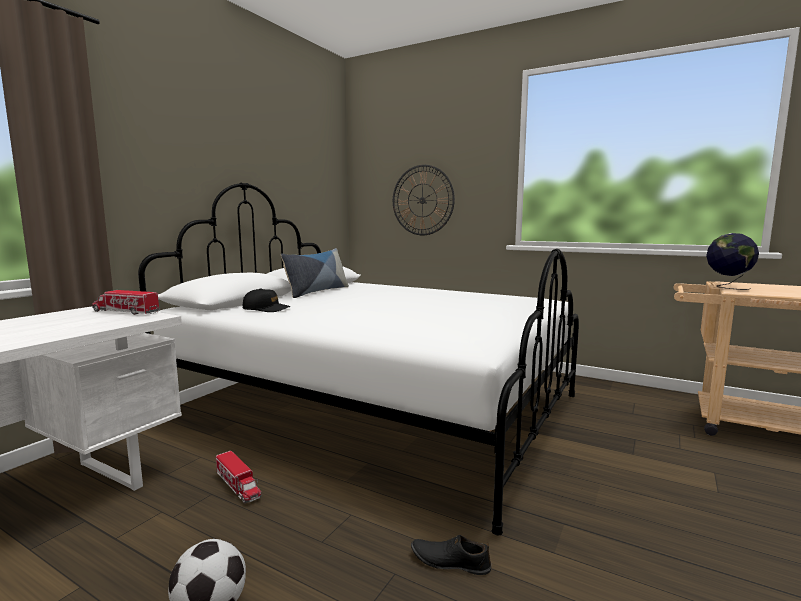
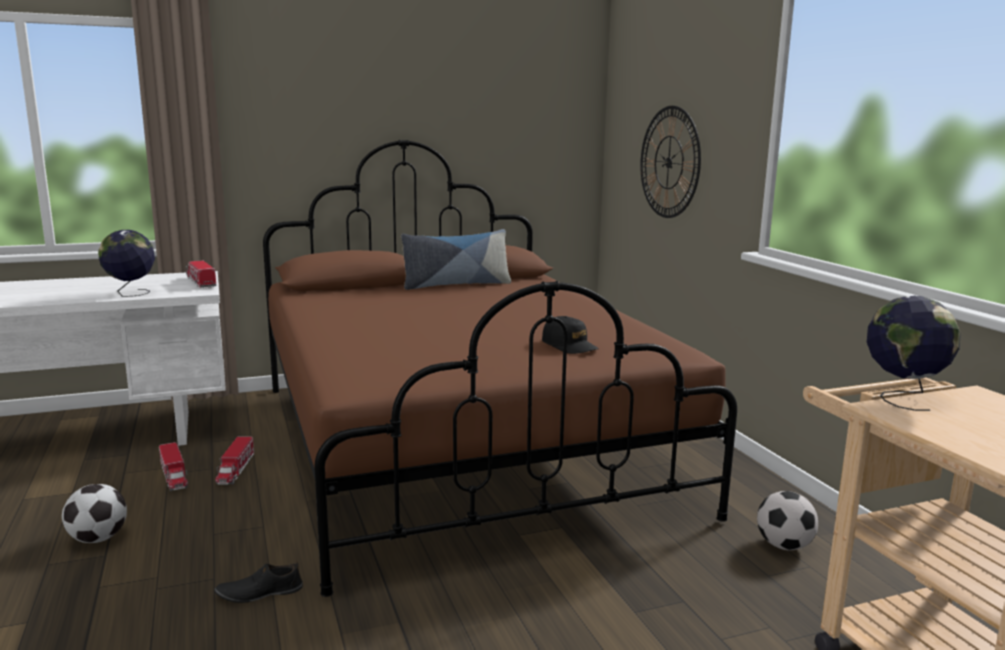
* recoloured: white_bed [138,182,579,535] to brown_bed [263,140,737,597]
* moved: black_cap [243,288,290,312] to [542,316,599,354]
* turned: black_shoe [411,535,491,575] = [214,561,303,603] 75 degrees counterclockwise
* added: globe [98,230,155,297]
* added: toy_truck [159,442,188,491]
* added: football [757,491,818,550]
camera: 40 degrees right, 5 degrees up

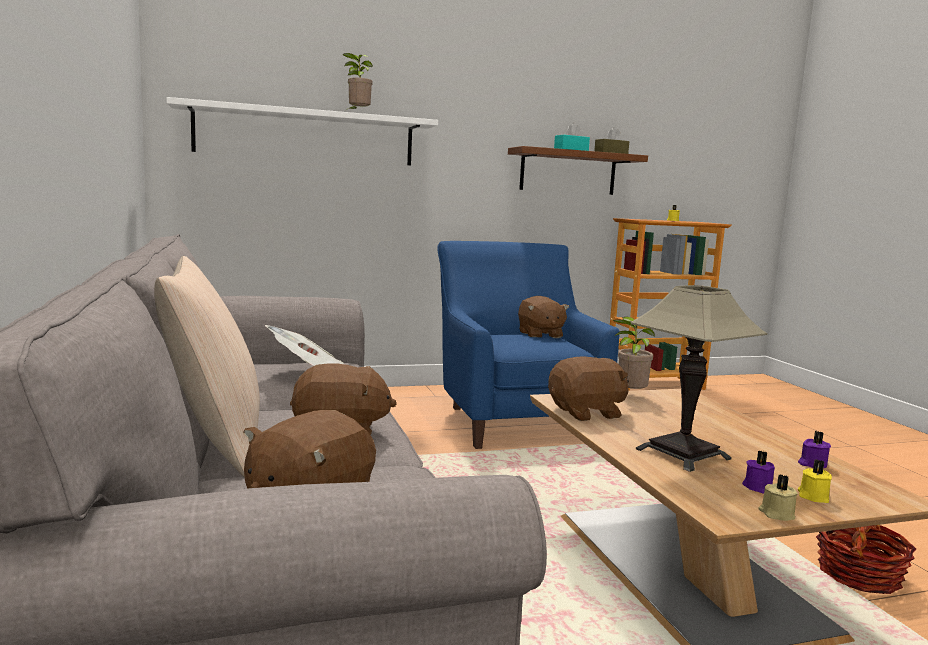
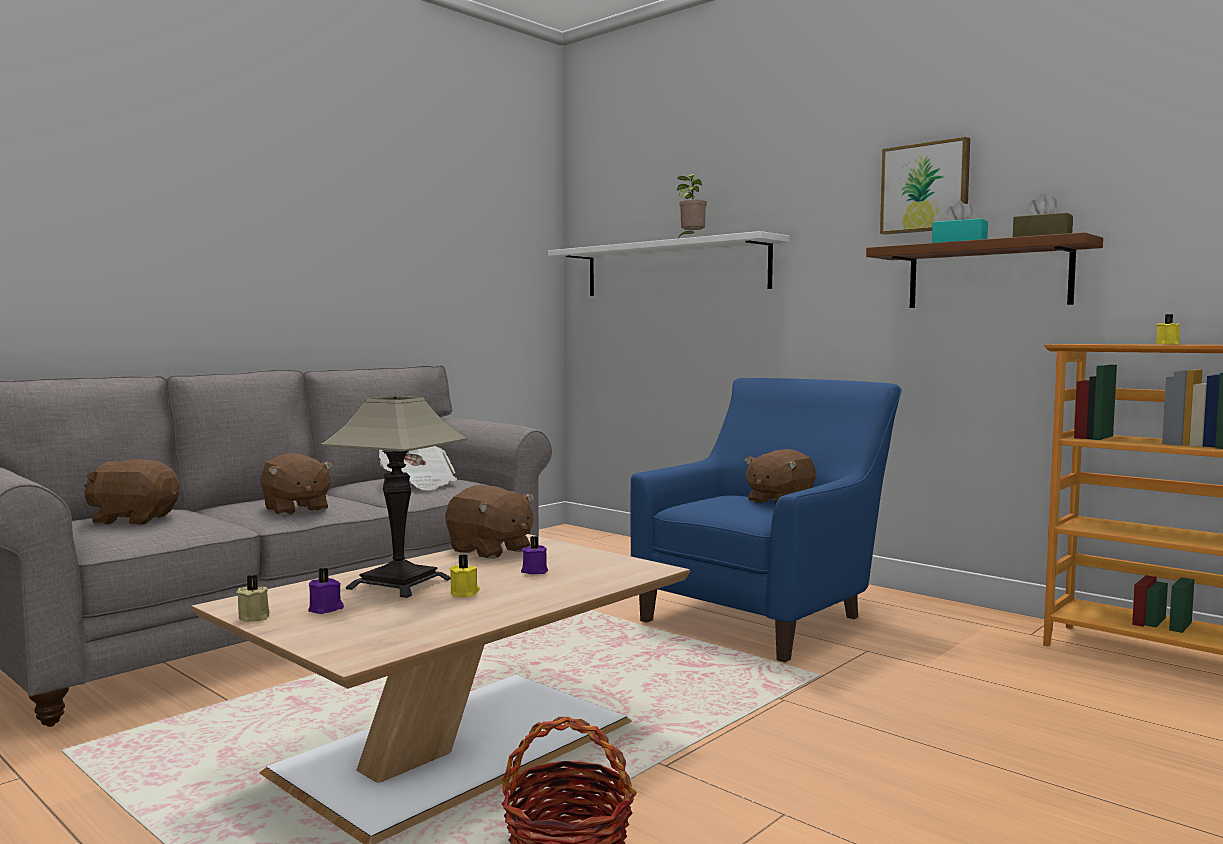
* removed: beige_pillow [154,256,260,477]
* removed: potted_plant [613,316,655,389]
* moved: purple_candle [798,431,831,468] to [521,536,548,574]
* moved: yellow_candle [798,459,832,503] to [450,555,480,597]
* added: picture [880,137,970,235]
camera: 60 degrees right, 5 degrees down

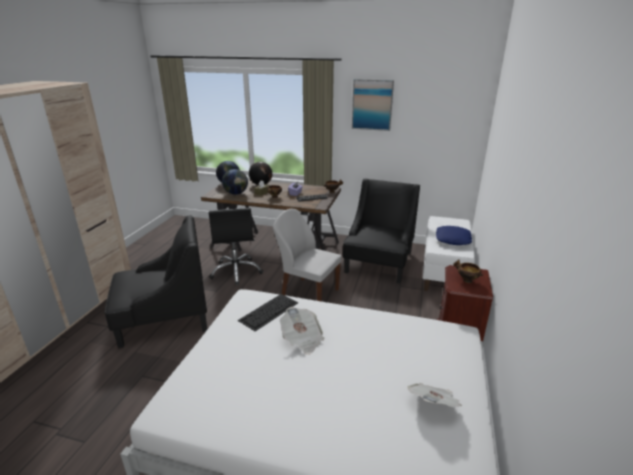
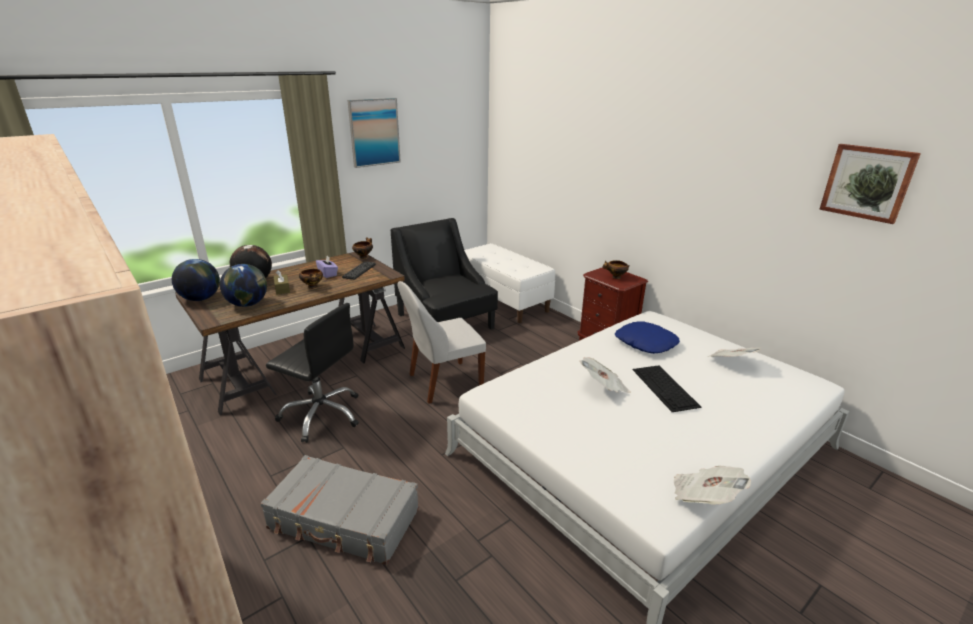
* replaced: black_armchair [105,215,207,348] to grey_suitcase [261,455,419,565]
* moved: keyboard [238,294,298,331] to [632,365,702,412]
* moved: blue_pillow [436,226,472,245] to [615,321,680,354]
* added: newspaper [674,465,751,505]
* added: picture [819,144,921,224]
camera: 55 degrees left, 0 degrees up

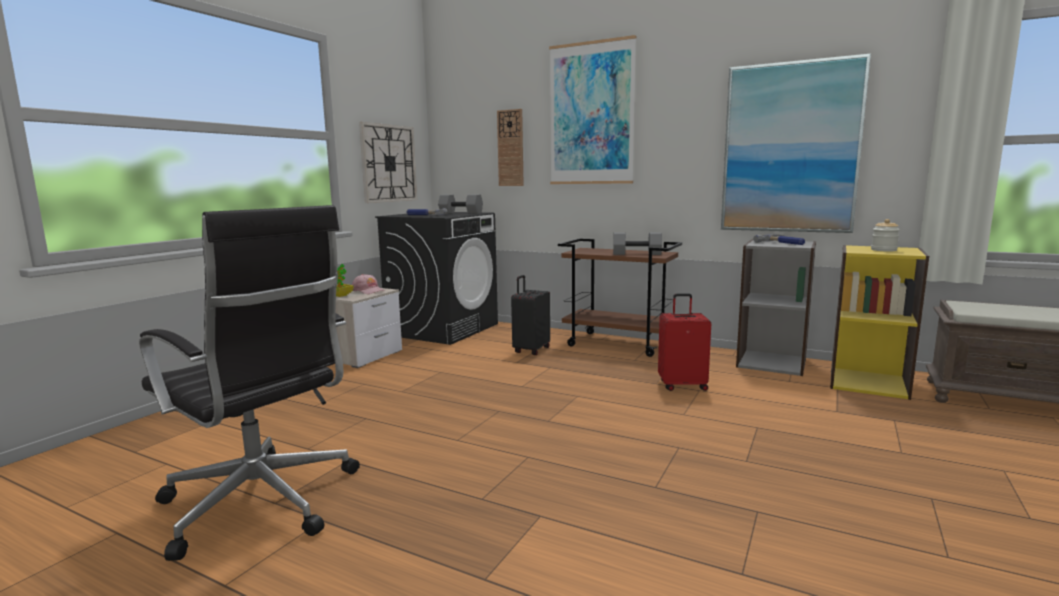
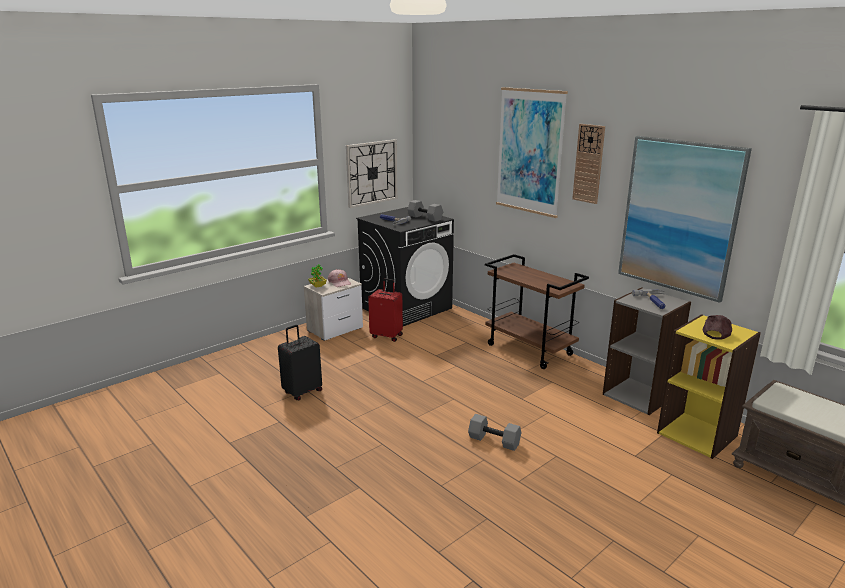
* removed: black_office_chair [139,205,360,561]
* moved: wall_clock [497,109,524,186] to [572,124,605,204]
* moved: black_suitcase [511,275,550,355] to [278,325,322,400]
* moved: grey_dumbbell [613,232,662,255] to [468,414,521,451]
* moved: red_suitcase [658,293,711,391] to [368,278,403,342]
* replaced: jar [871,219,900,251] to brown_cap [702,315,732,340]
camera: 20 degrees right, 10 degrees up

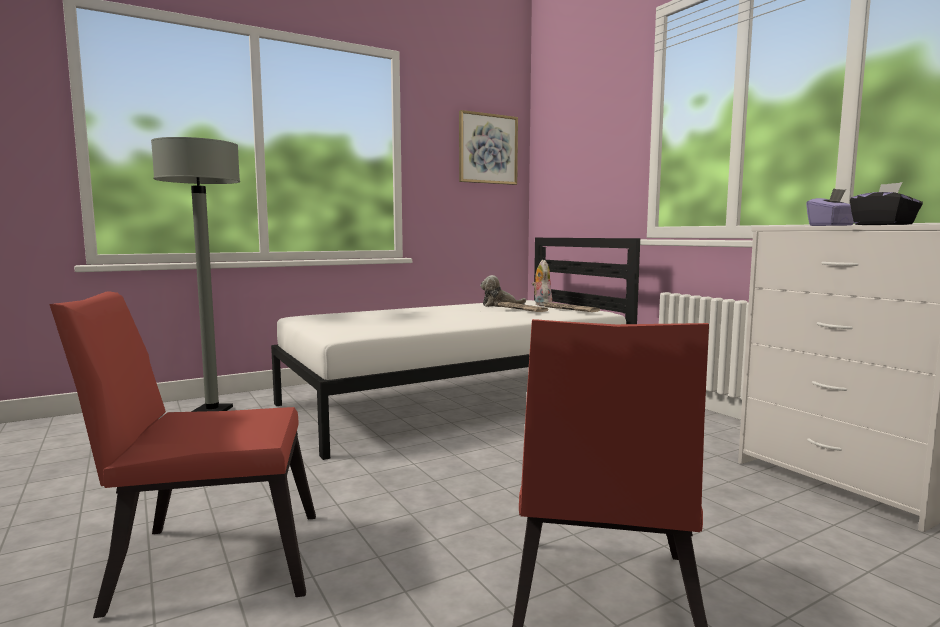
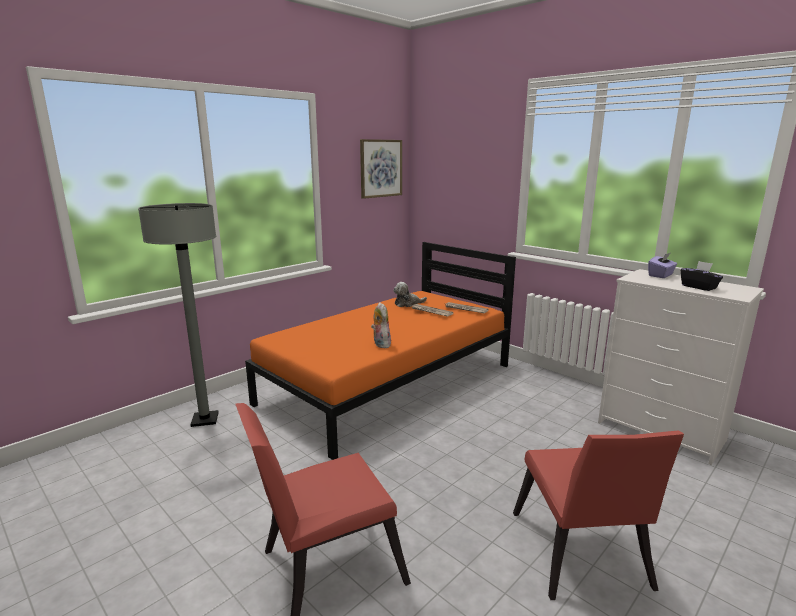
* recoloured: white_bed [271,238,640,460] to orange_bed [245,242,516,460]
* moved: plush_toy [532,260,552,306] to [371,302,391,348]
camera: 15 degrees left, 10 degrees up

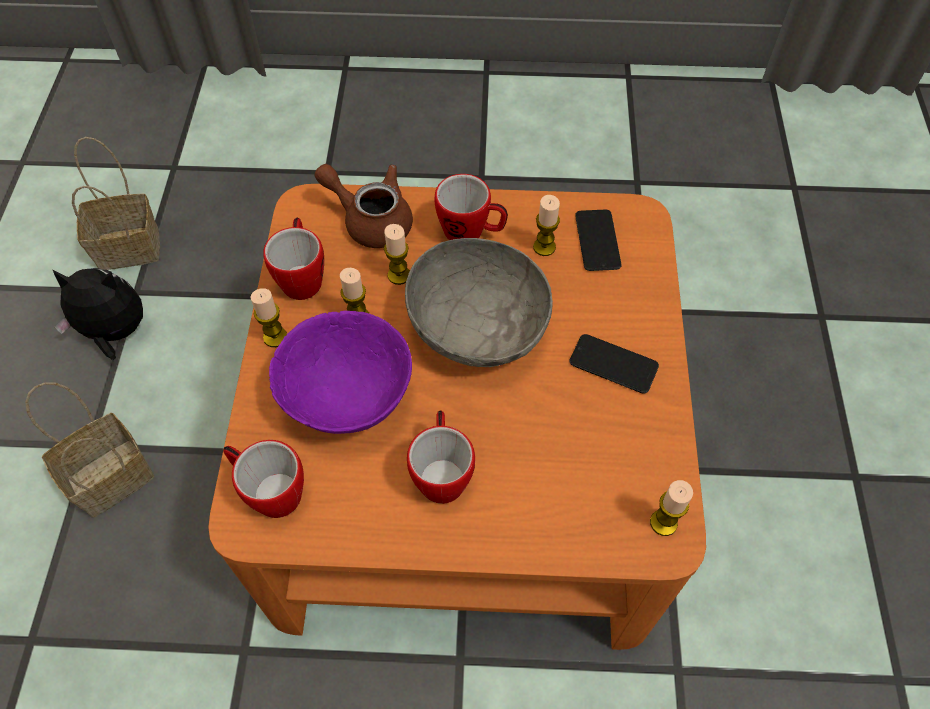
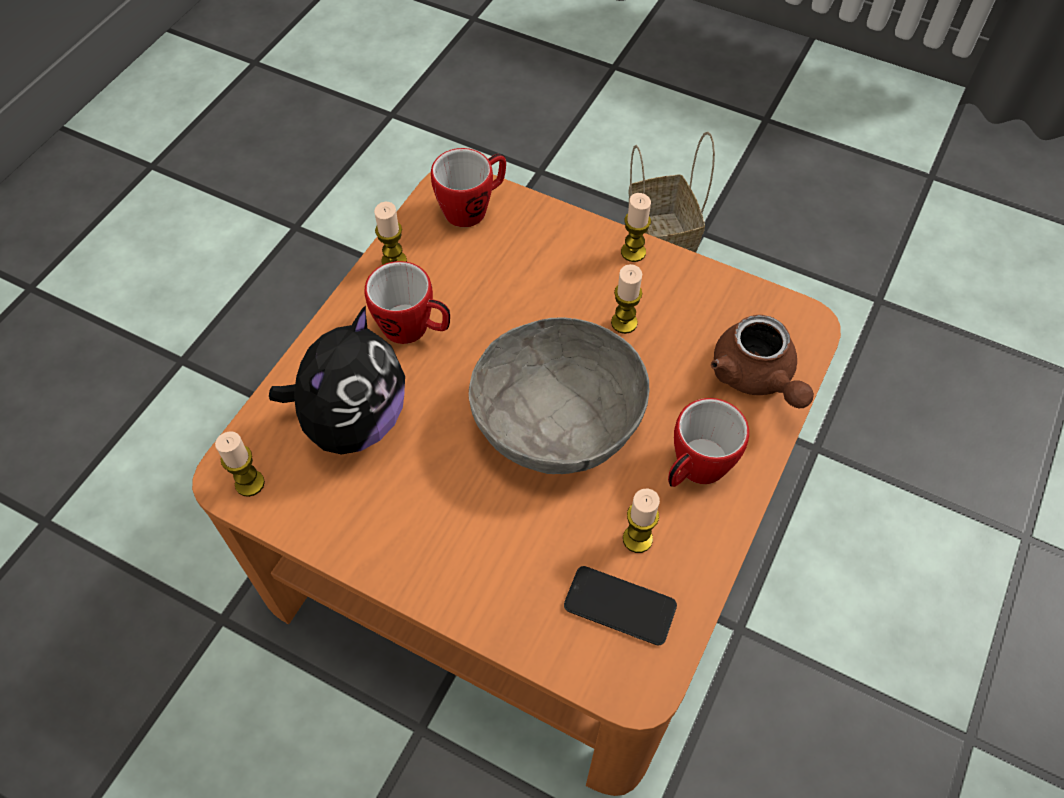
* moved: plush_toy [52,268,143,360] to [269,305,405,454]
* removed: basket [72,137,160,270]
* removed: mug [263,218,324,300]
* removed: purple_bowl [269,311,412,434]
* turned: brown_teapot [315,164,413,248] = [711,315,814,408] 105 degrees clockwise
* moved: candle [384,224,410,285] to [374,202,407,265]
* removed: phone [569,334,659,394]
camera: 115 degrees right, 0 degrees up

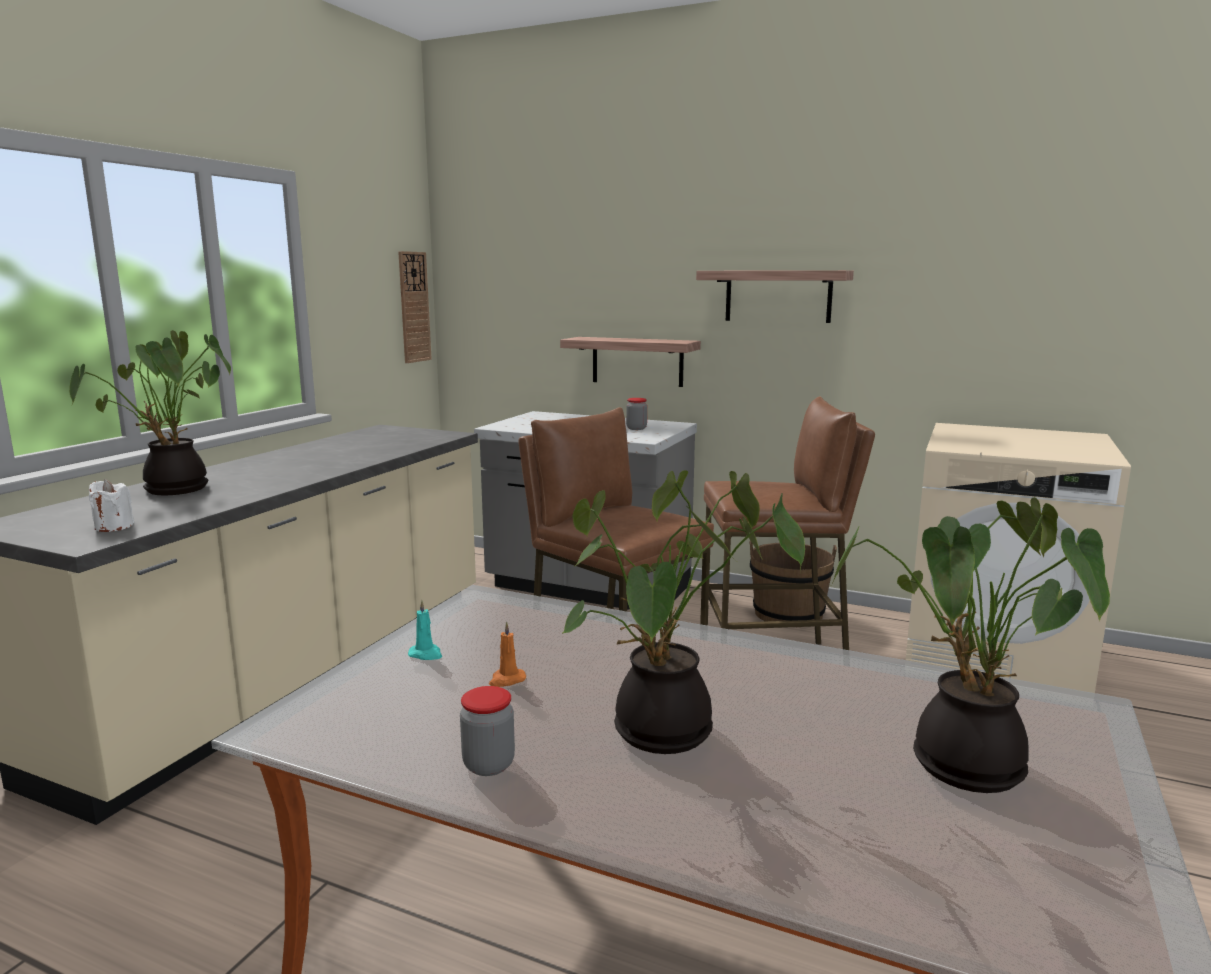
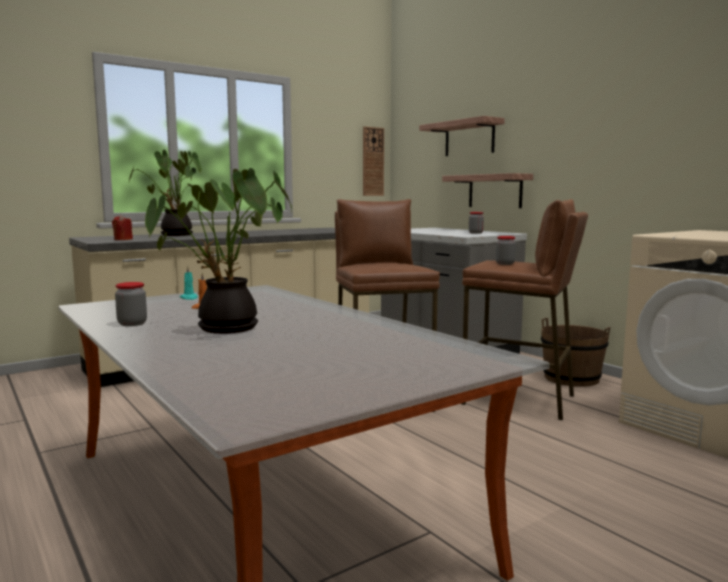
* recoloured: white_candle [89,479,134,532] to red_candle [112,215,133,240]
* moved: shelf [696,270,854,323] to [419,116,505,156]
* removed: potted_plant [831,497,1110,793]
* added: jar [496,236,516,265]
camera: 30 degrees right, 5 degrees down

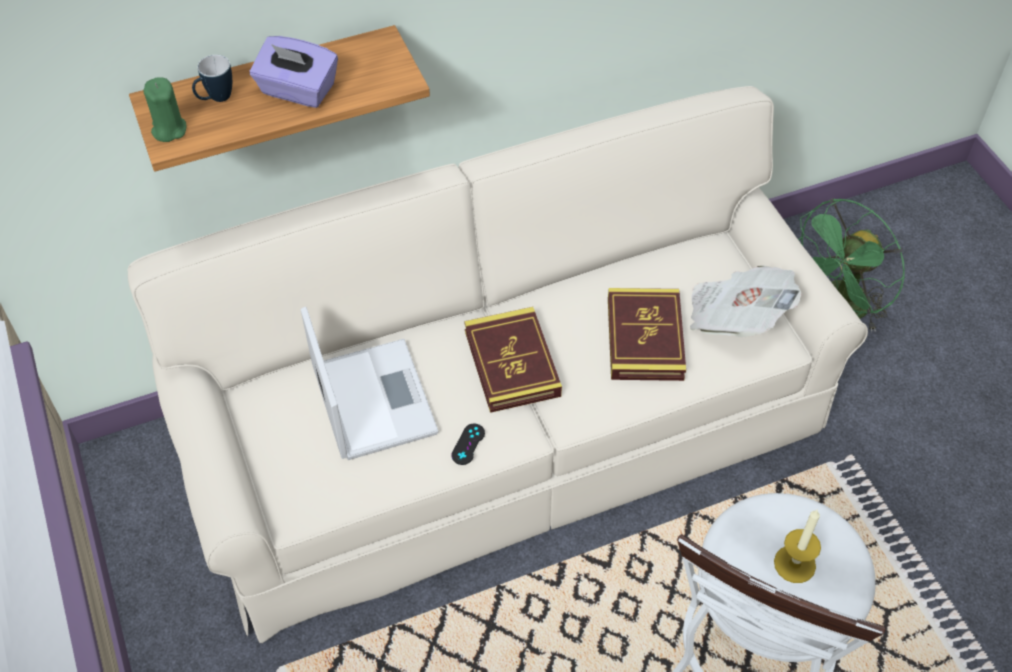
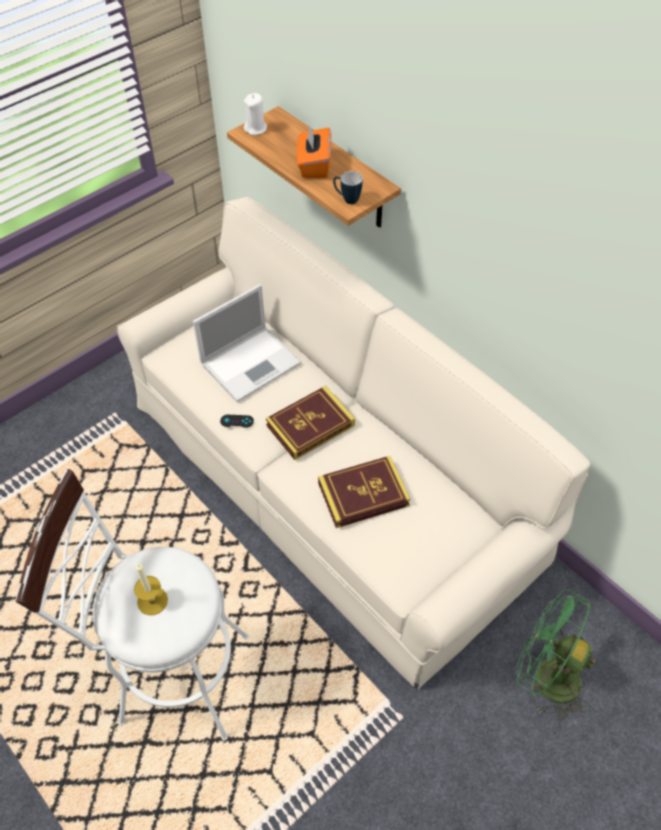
* recoloured: green_candle [143,77,186,142] to white_candle [244,93,267,135]
* moved: mug [192,55,232,102] to [333,171,363,204]
* recoloured: purple_tissue_box [250,36,338,108] to orange_tissue_box [297,124,331,178]
* removed: newspaper [690,265,801,338]
camera: 70 degrees right, 0 degrees up

